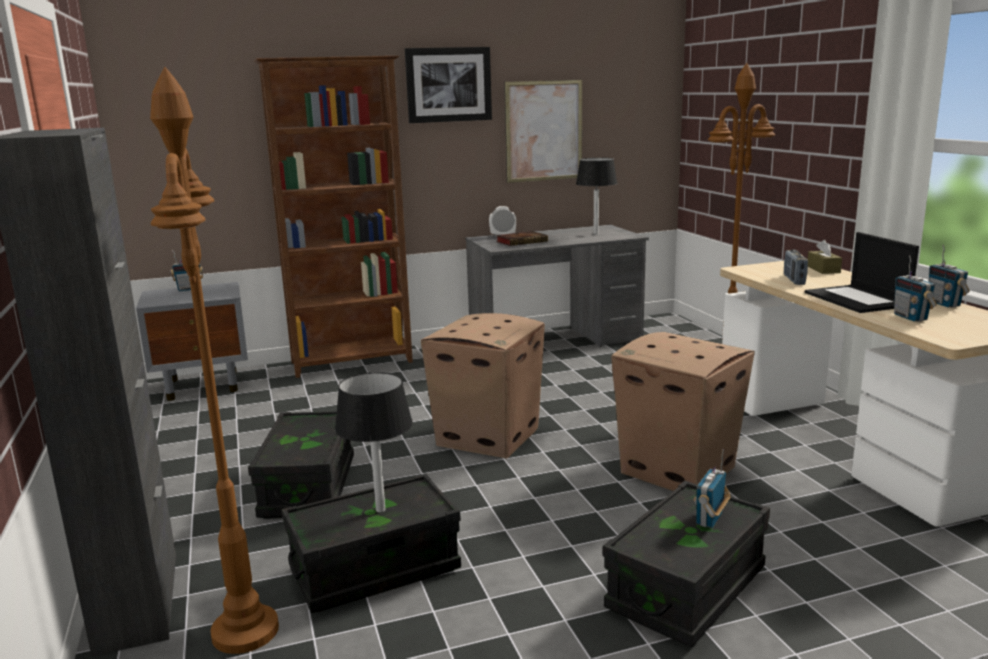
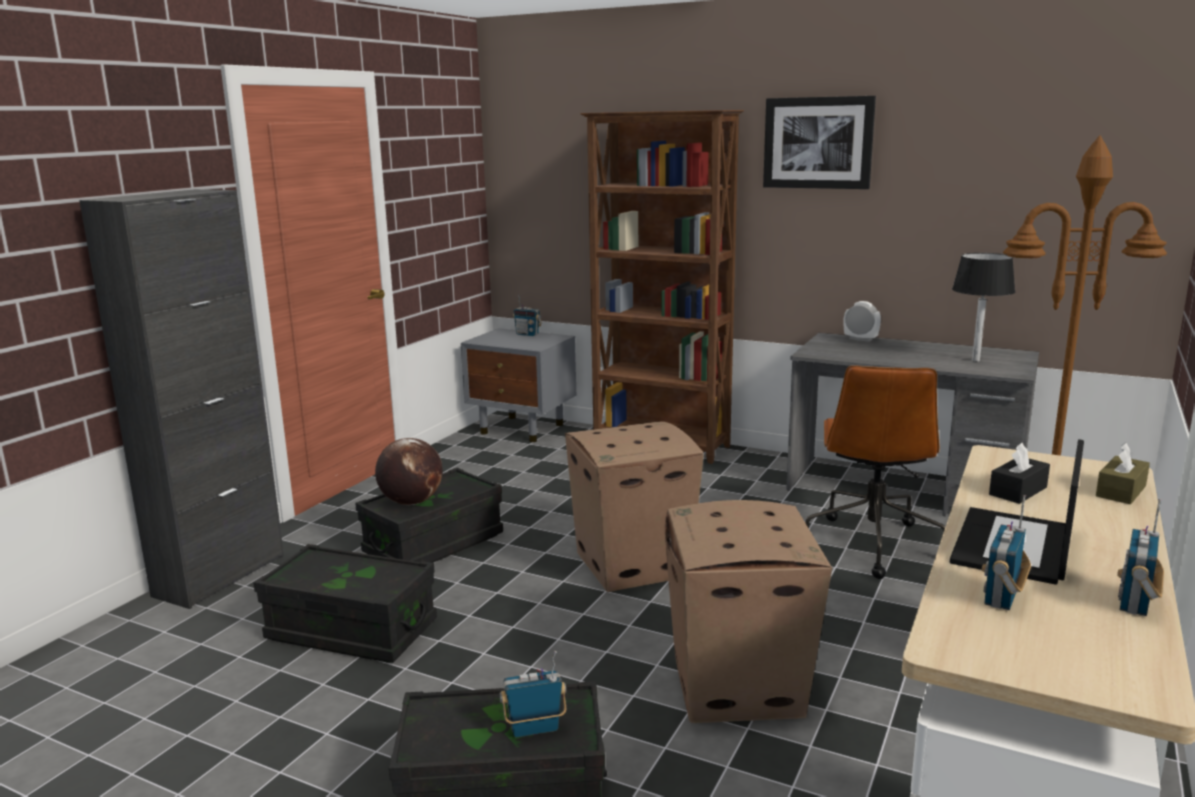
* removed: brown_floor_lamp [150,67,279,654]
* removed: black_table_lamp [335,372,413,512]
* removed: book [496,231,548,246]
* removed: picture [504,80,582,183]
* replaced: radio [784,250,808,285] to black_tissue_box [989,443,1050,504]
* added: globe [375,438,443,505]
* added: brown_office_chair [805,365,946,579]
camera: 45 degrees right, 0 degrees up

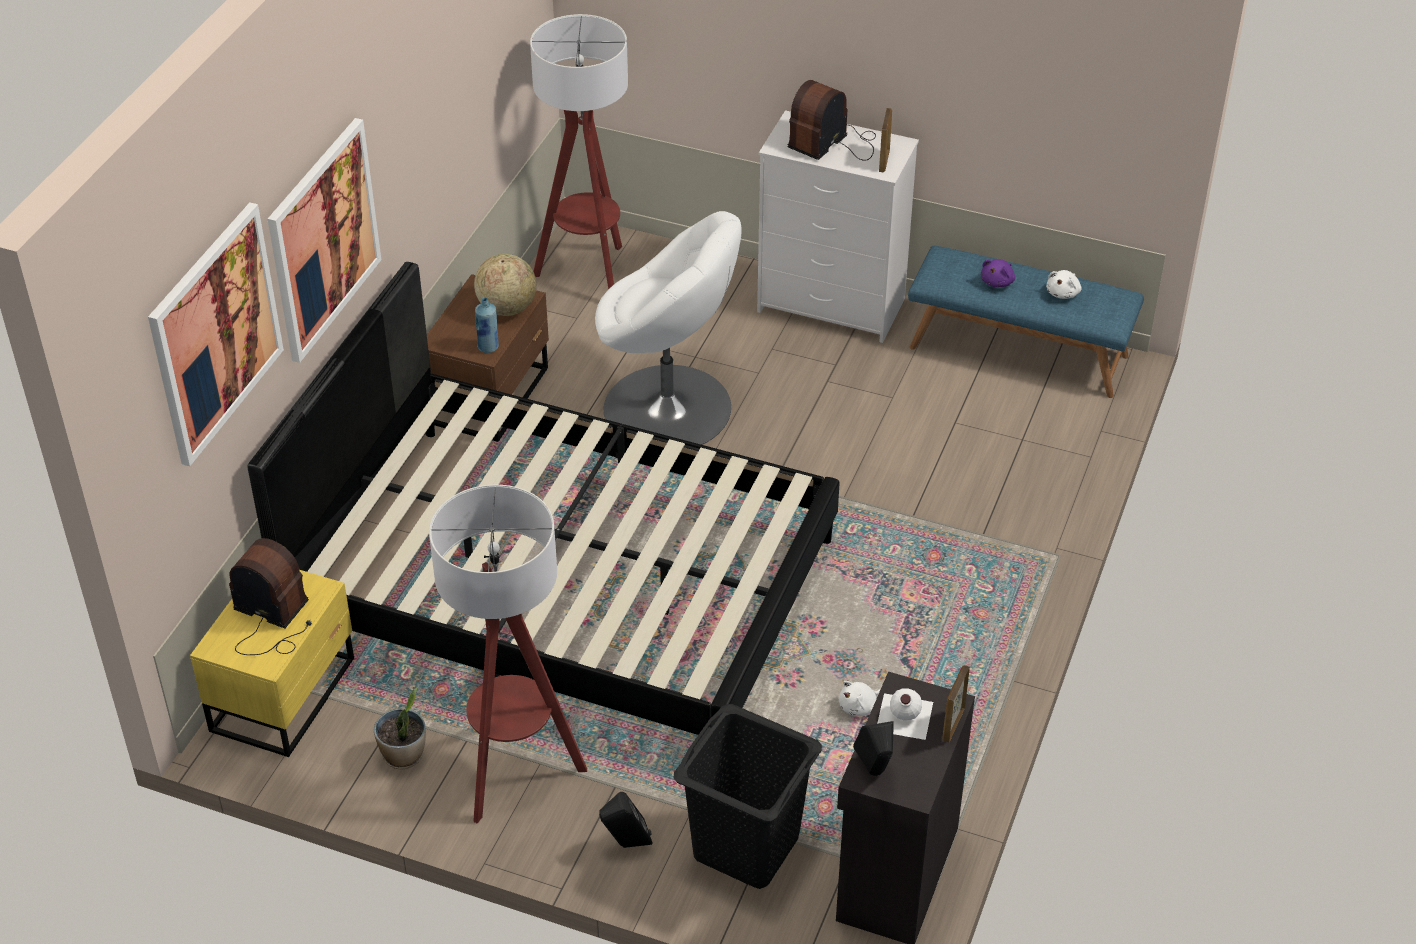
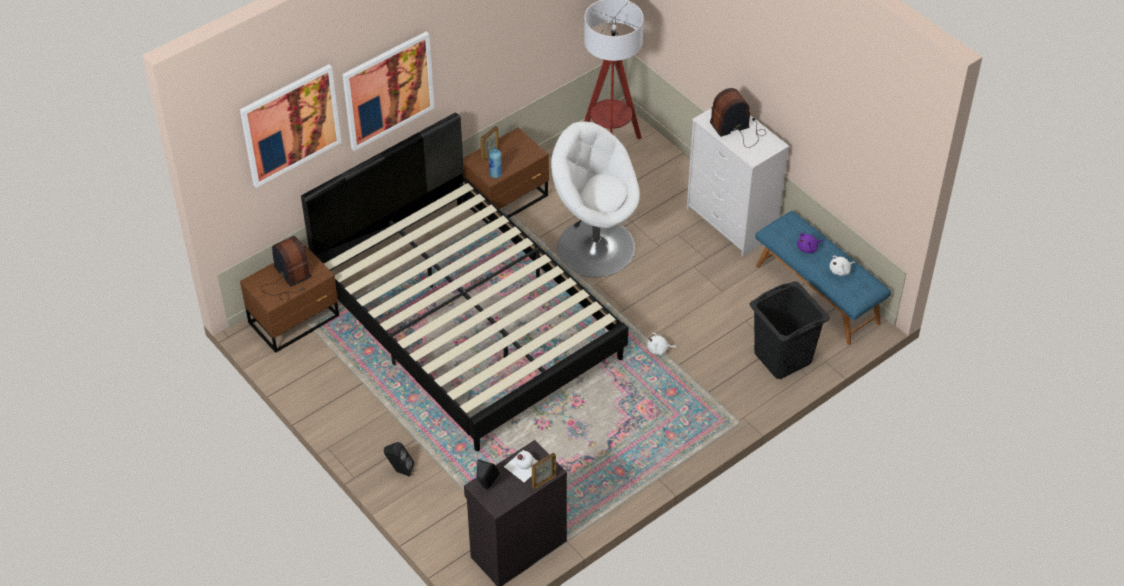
* recoloured: yellow_nightstand [190,570,354,757] to brown_nightstand [240,245,339,353]
* removed: potted_plant [374,687,426,769]
* removed: floor_lamp [429,485,587,823]
* removed: globe [474,254,536,316]
* turned: white_armchair [595,211,741,445] = [551,121,640,277] 150 degrees clockwise
* moved: black_laundry_basket [674,704,822,889] to [750,282,830,379]
* moved: white_plush_toy [839,681,881,716] to [647,332,677,355]
* moved: picture_frame [879,108,892,172] to [481,126,499,161]
camera: 30 degrees right, 5 degrees up

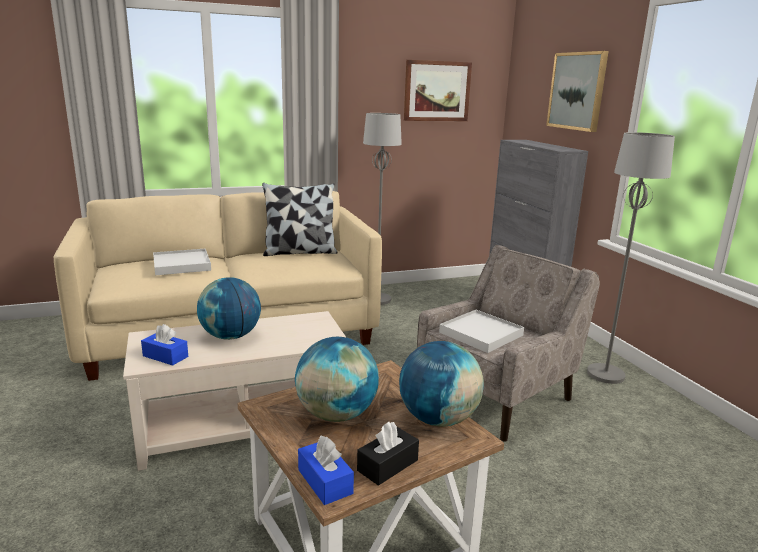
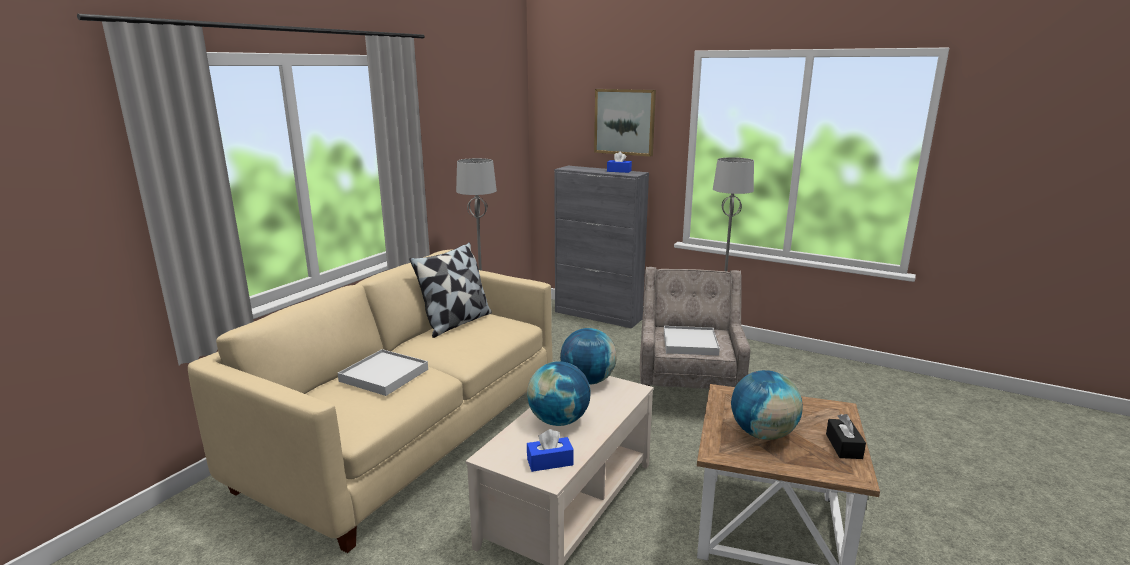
* moved: blue_tissue_box [298,436,354,505] to [607,152,632,173]
* moved: globe [399,341,484,427] to [560,328,617,385]
* removed: picture [404,60,472,121]
camera: 40 degrees left, 0 degrees up

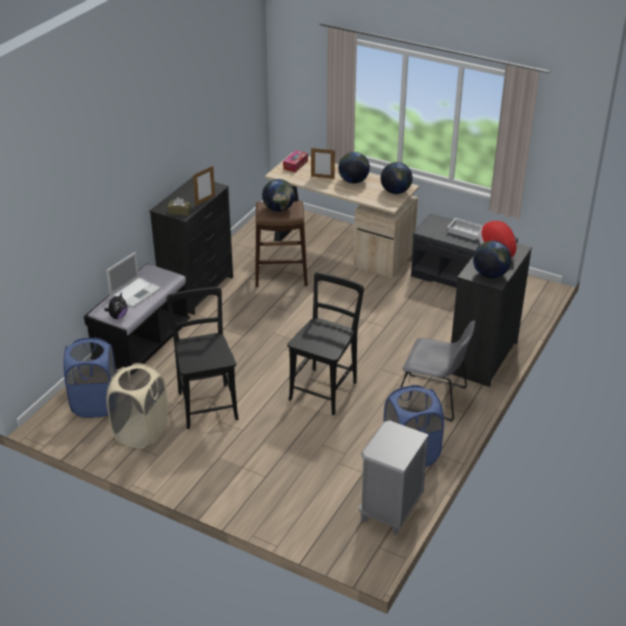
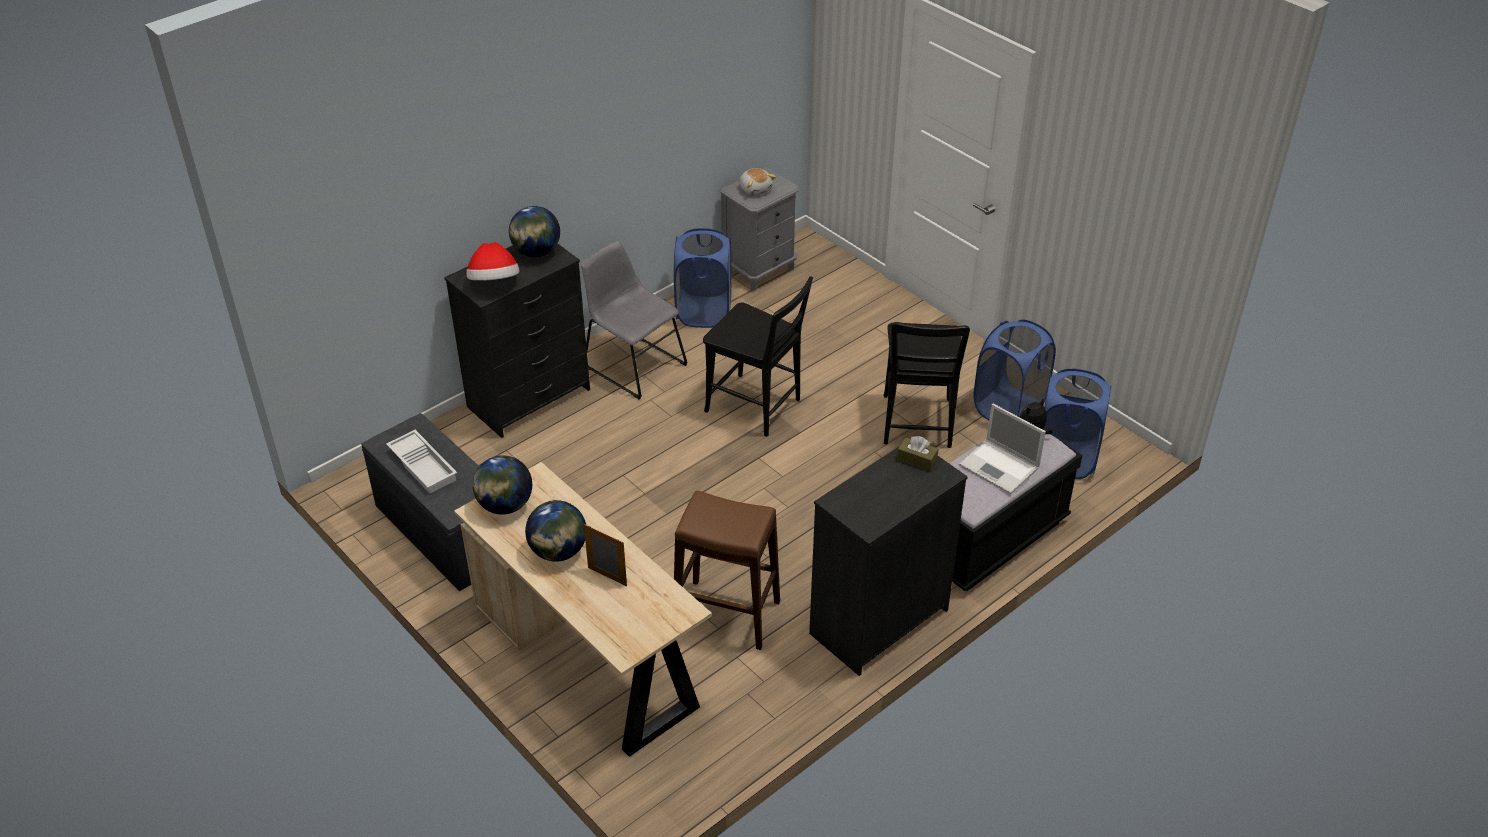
* turned: laptop [106,252,161,308] = [959,404,1046,494] 105 degrees counterclockwise
* recoloured: beige_laundry_basket [106,363,168,449] to blue_laundry_basket [973,319,1056,420]
* removed: picture_frame [193,166,215,206]
* removed: globe [262,179,295,212]
* removed: tissue_box [283,150,308,172]
* turned: black_chair [287,272,364,415] = [703,276,813,437] 105 degrees counterclockwise
* added: plush_toy [739,168,776,196]
camera: 160 degrees left, 5 degrees up

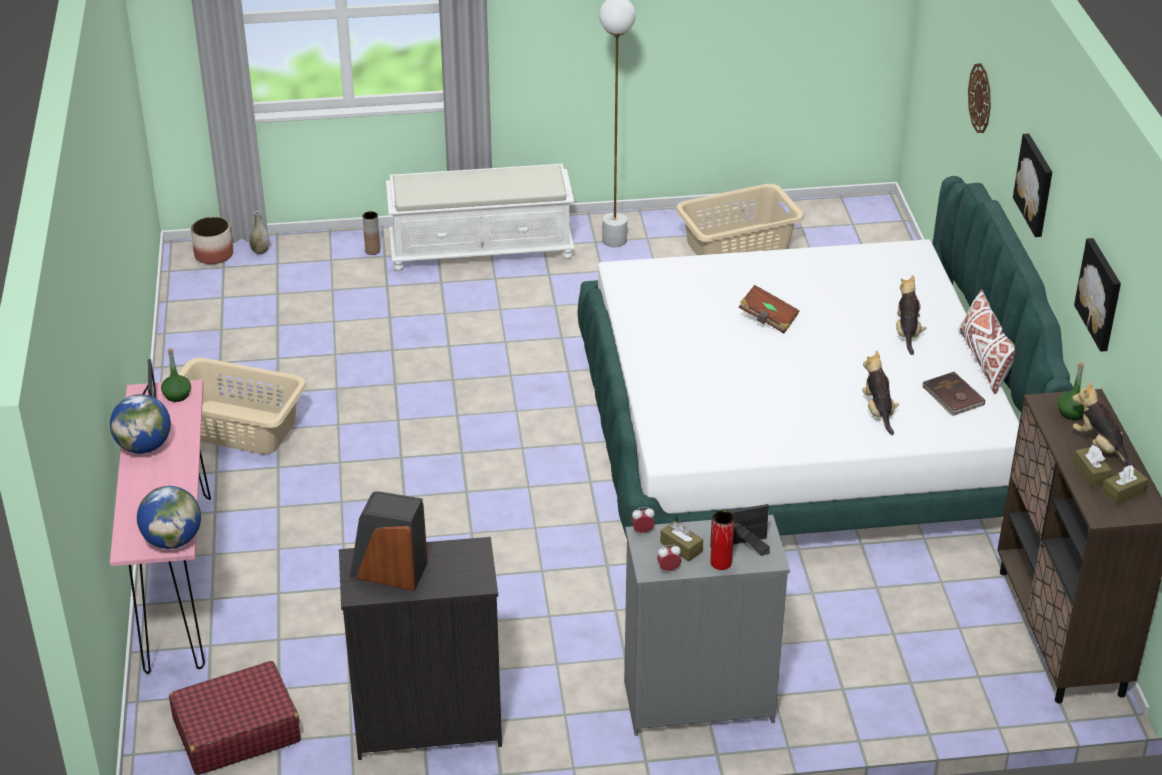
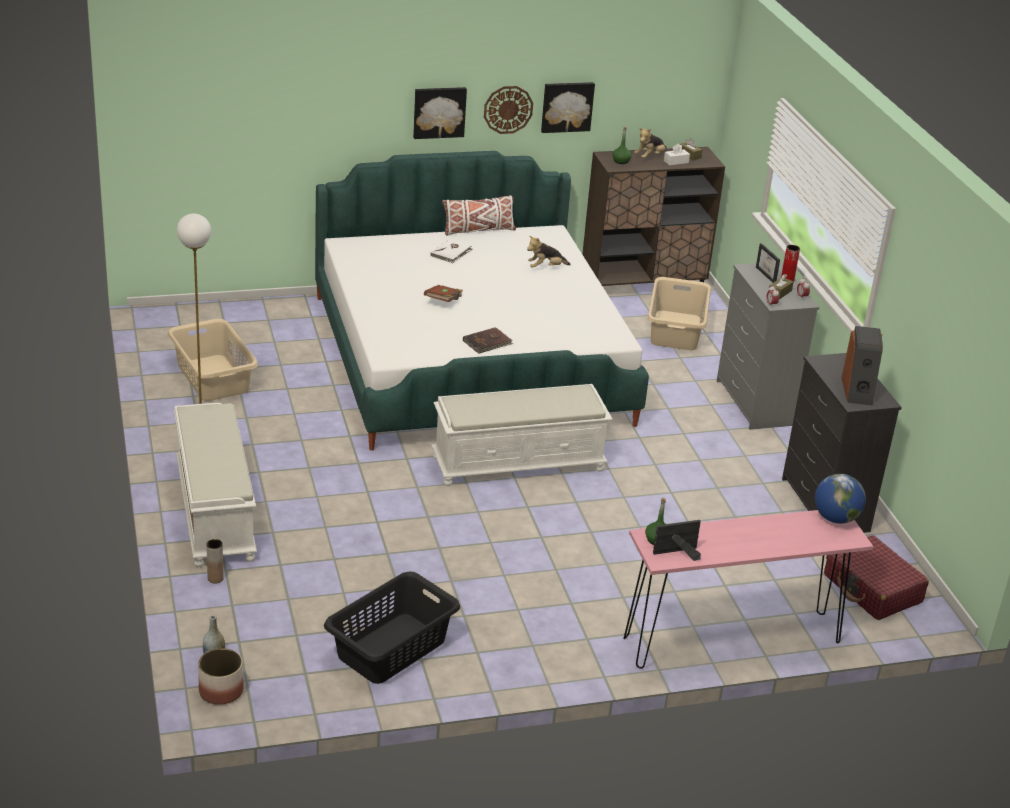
* removed: globe [110,394,171,454]
* moved: beige_laundry_basket [178,358,307,455] to [648,277,711,350]
* replaced: plush_toy [896,275,926,355] to white_book [430,239,472,263]
* moved: brown_book [922,372,985,416] to [463,327,513,354]
* moved: wall_clock [968,63,991,133] to [484,86,533,134]
* recoloured: brown_tissue_box [1073,445,1112,487] to white_tissue_box [664,144,690,165]
* added: black_laundry_basket [324,572,460,684]
* added: white_bench [431,384,613,486]
camera: 100 degrees left, 5 degrees down

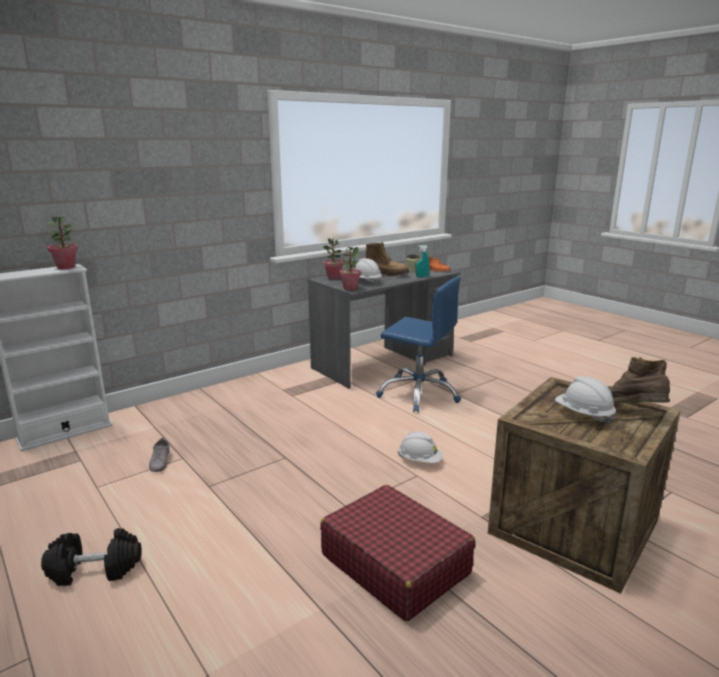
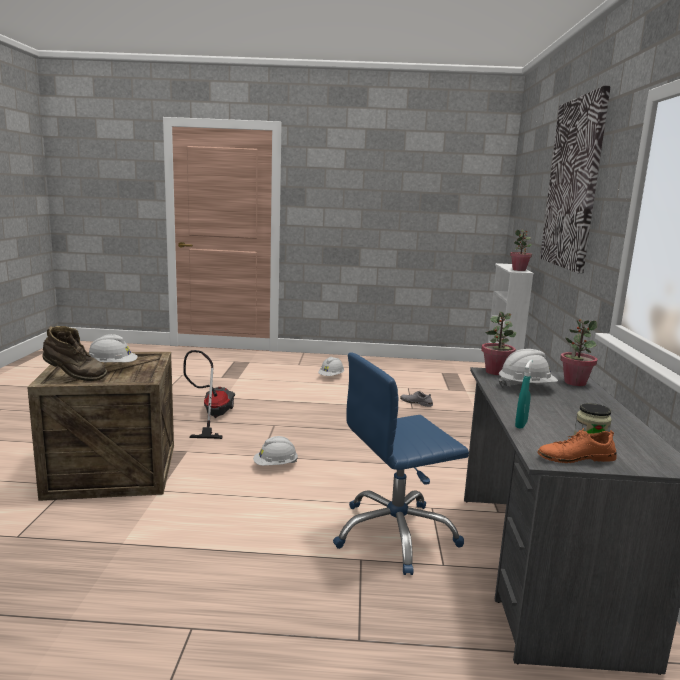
* replaced: black_dumbbell [41,528,142,586] to white_hard_hat [318,357,344,376]
* replaced: red_suitcase [320,485,476,621] to vacuum_cleaner [183,350,235,439]
* removed: boot [366,242,409,276]
* added: picture [540,86,611,273]
camera: 130 degrees right, 5 degrees down

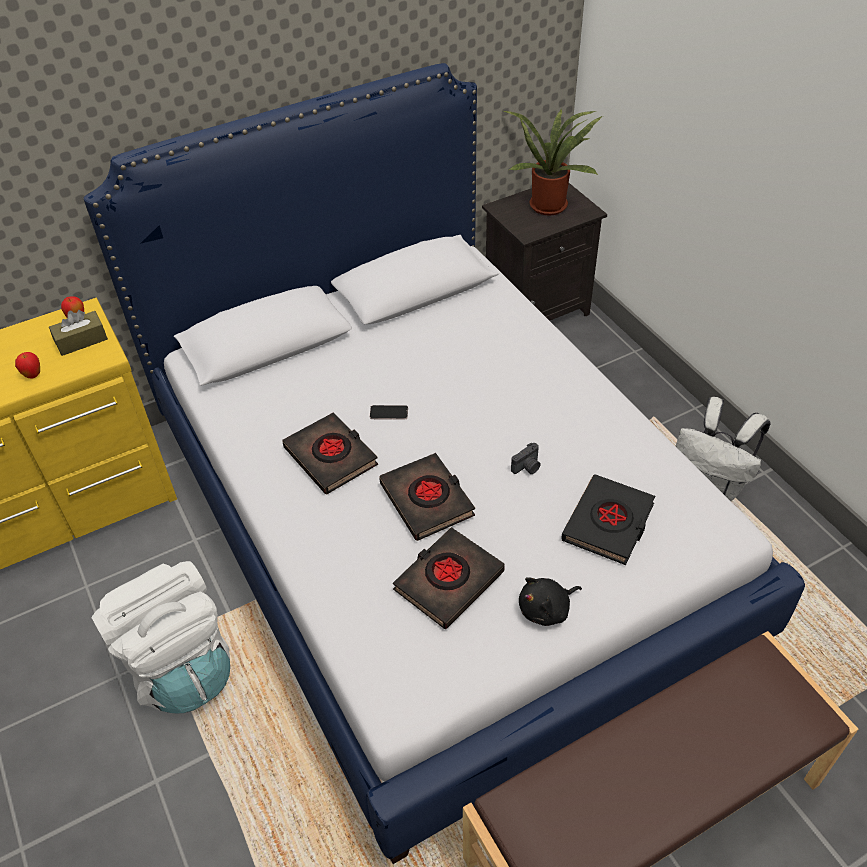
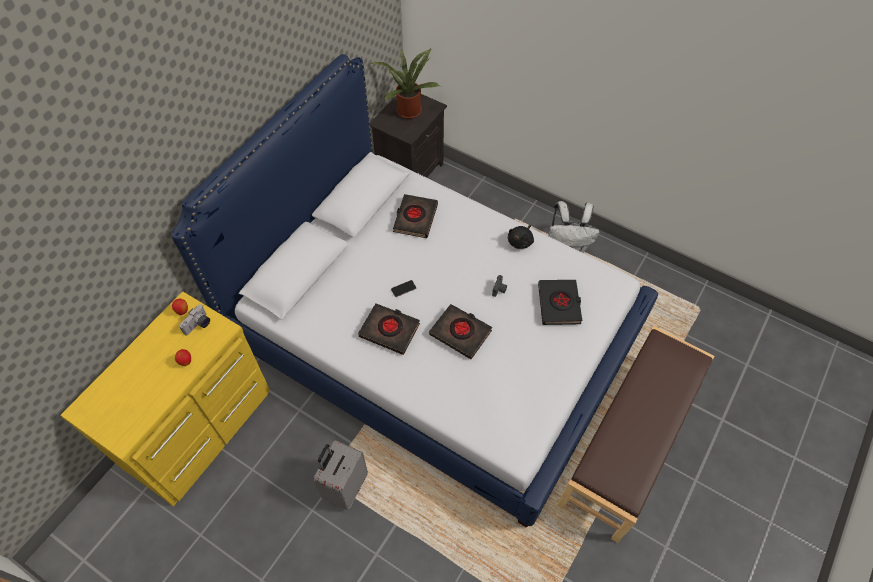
* replaced: brown_tissue_box [49,310,108,356] to photo_camera [179,304,210,335]
* replaced: white_backpack [91,561,230,714] to grey_suitcase [313,440,368,510]
* moved: black_book [393,527,505,629] to [393,194,438,238]
* moved: black_plush_toy [519,577,582,626] to [507,225,534,249]
camera: 30 degrees left, 10 degrees up

